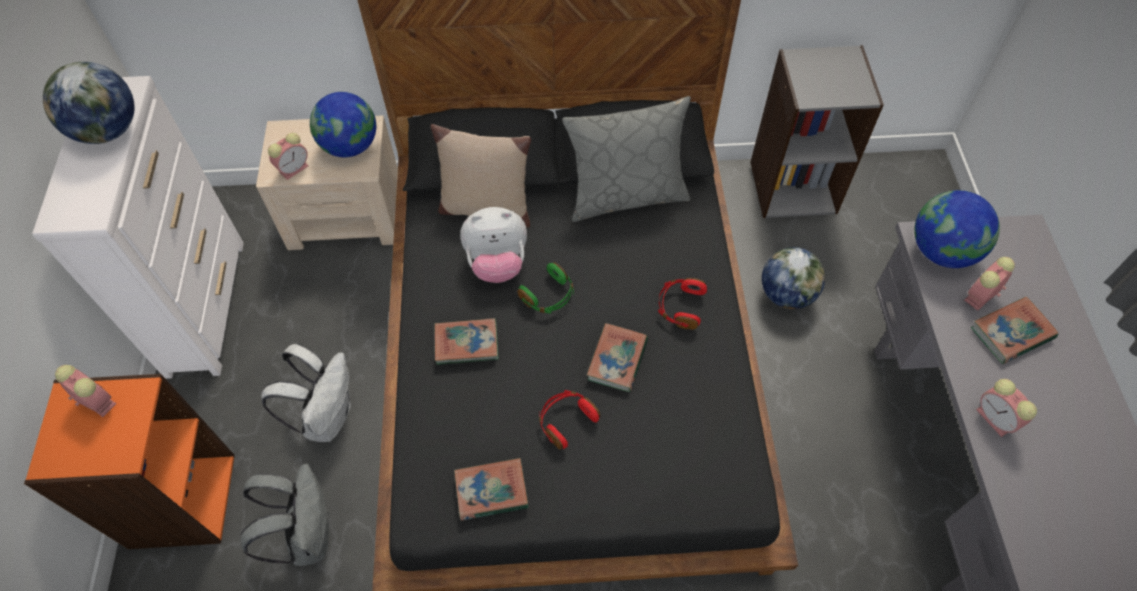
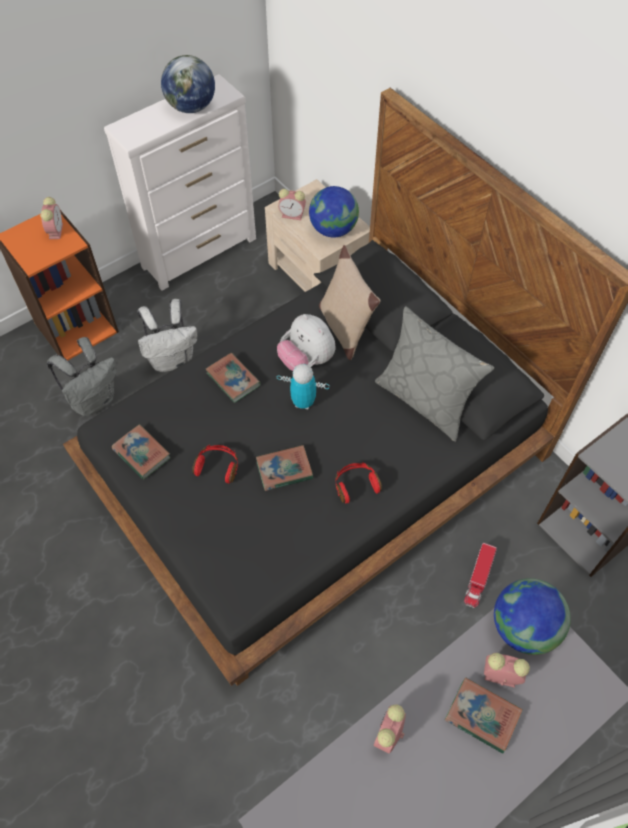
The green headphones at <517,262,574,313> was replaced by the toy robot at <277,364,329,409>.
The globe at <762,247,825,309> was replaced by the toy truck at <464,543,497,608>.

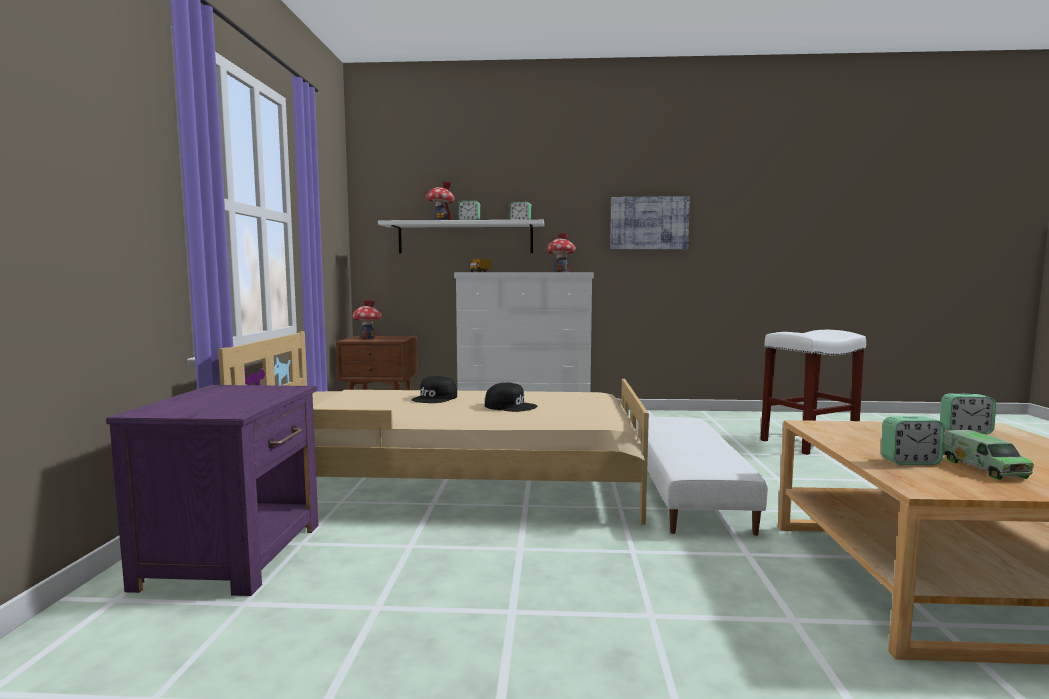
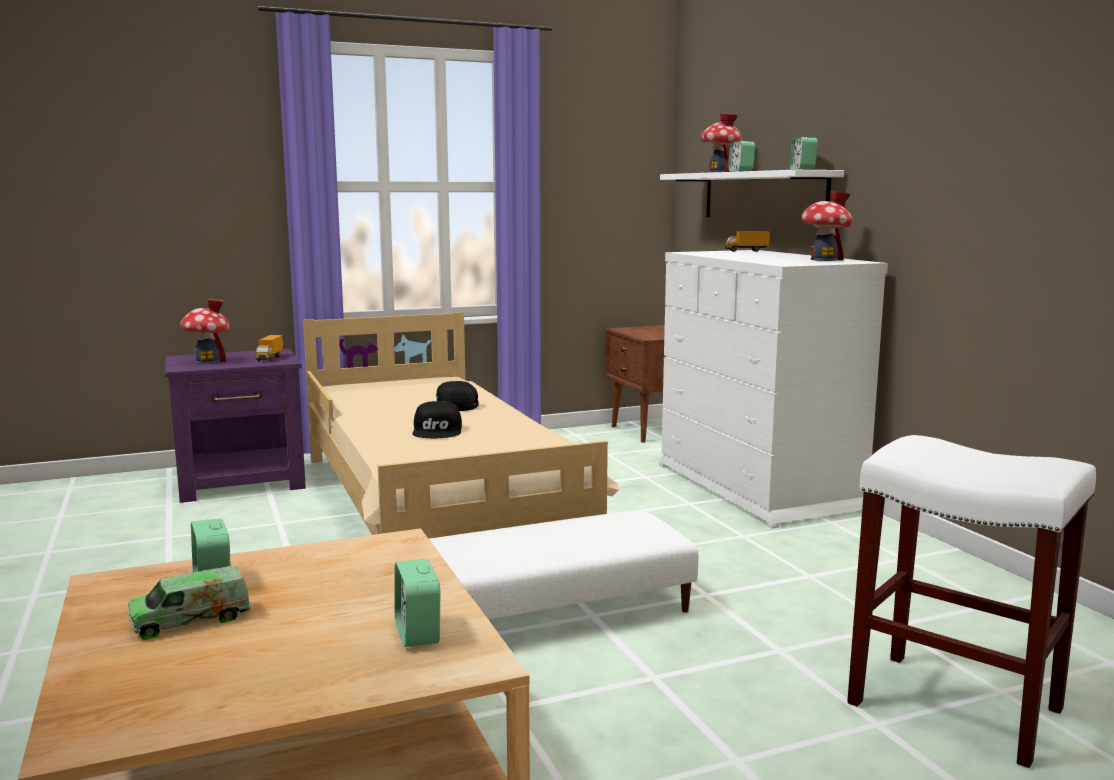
The toy house moved from <352,300,381,339> to <180,298,229,364>.
The picture at <610,196,690,249> disappeared.
The toy truck at <255,335,283,361> appeared.

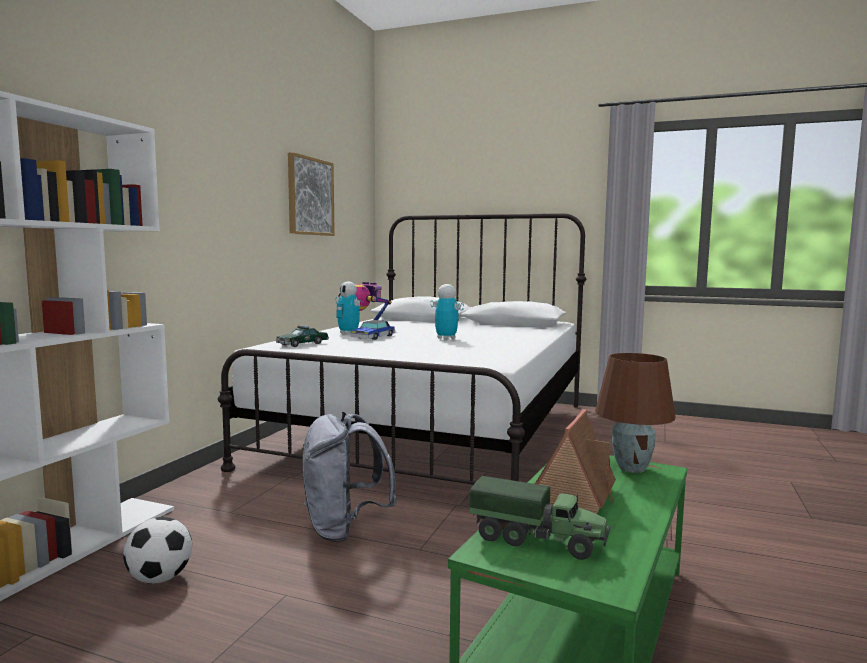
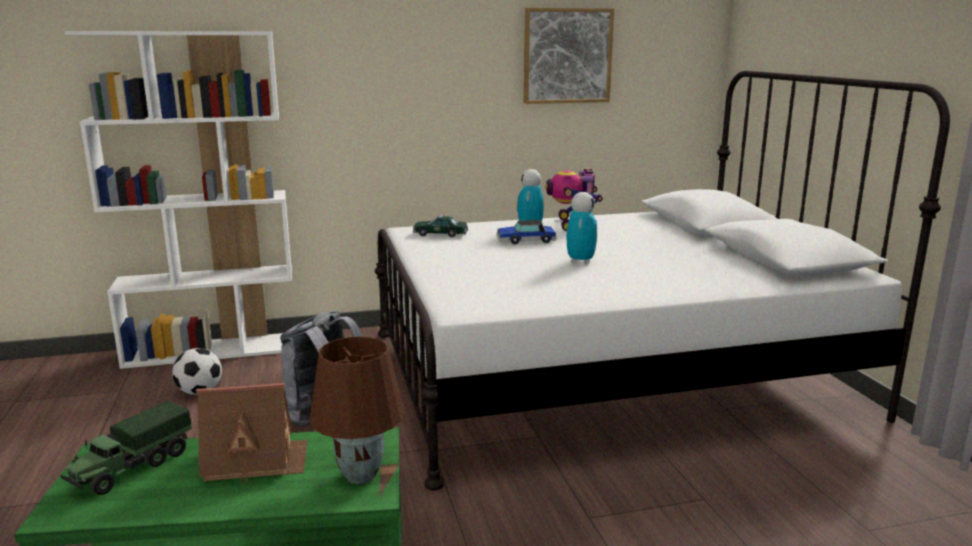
The toy truck at <470,476,610,560> turned 45 degrees clockwise.

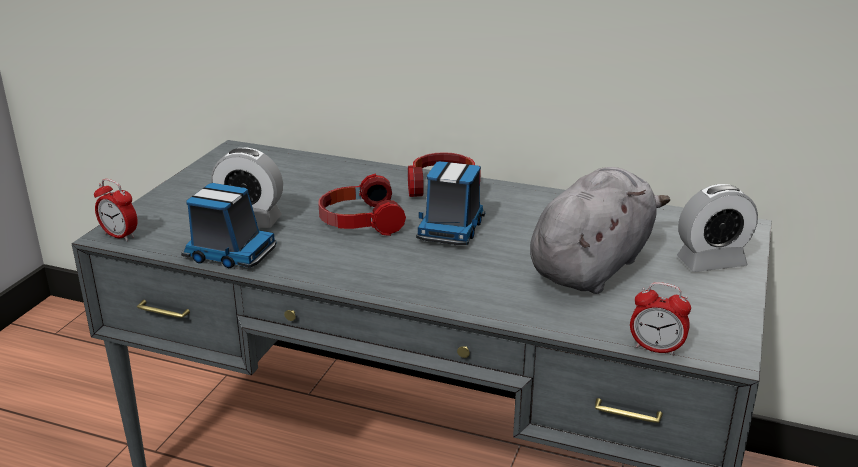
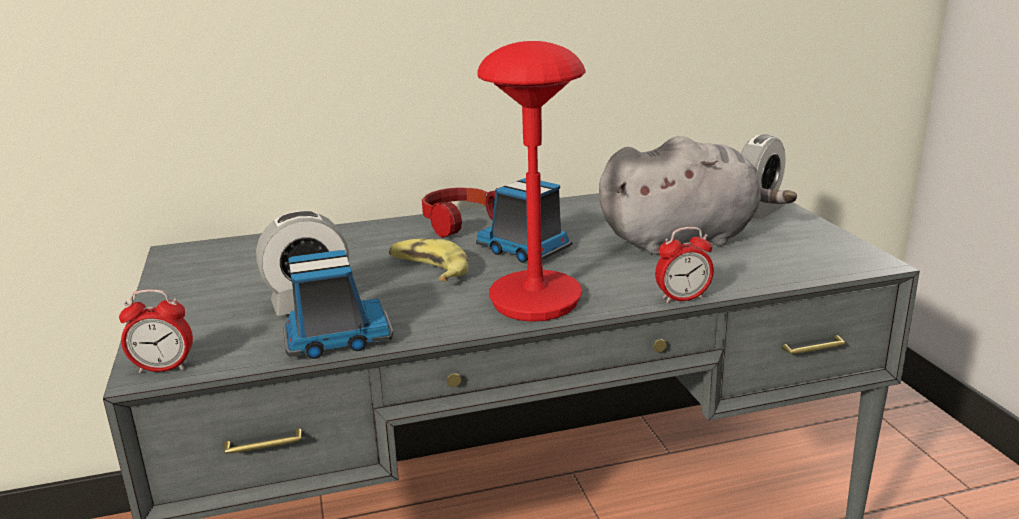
The headphones at <319,173,406,236> was replaced by the banana at <389,238,469,281>.
The toy truck at <416,161,485,245> turned 150 degrees clockwise.
The grey plush toy at <530,167,670,294> turned 75 degrees clockwise.
The alarm clock moved from <630,282,691,356> to <655,227,714,303>.
The red table lamp at <477,41,586,322> appeared.

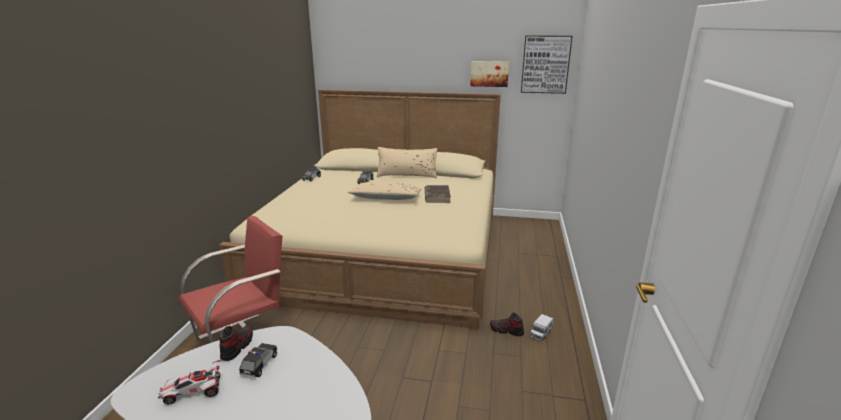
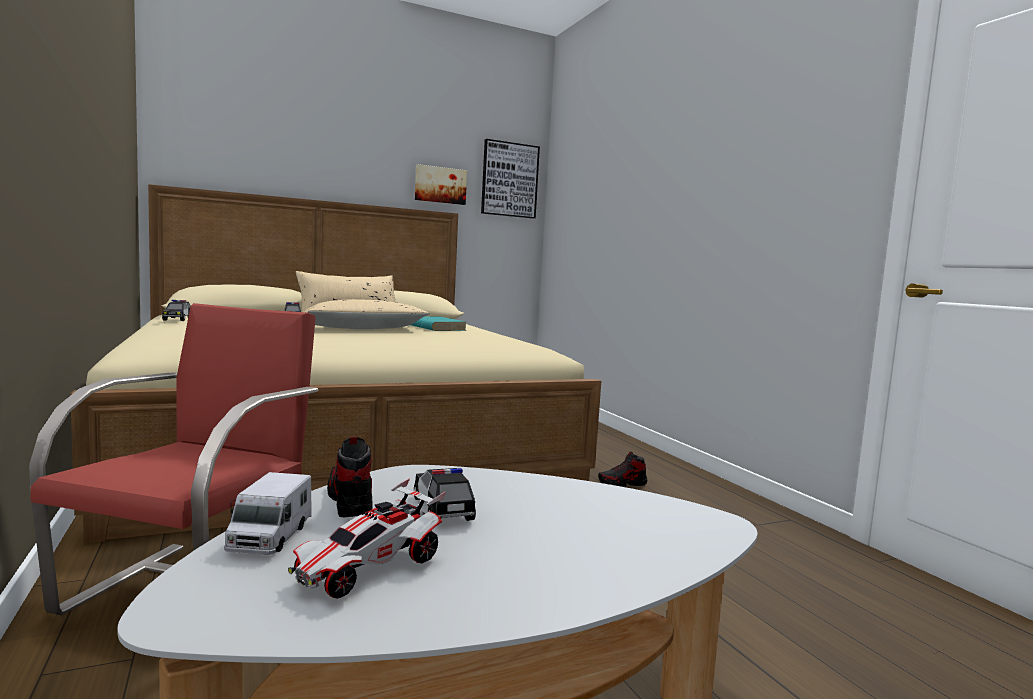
The brown book at <425,185,451,203> became the turquoise book at <411,317,467,331>.
The toy truck moved from <530,314,553,341> to <224,472,311,555>.

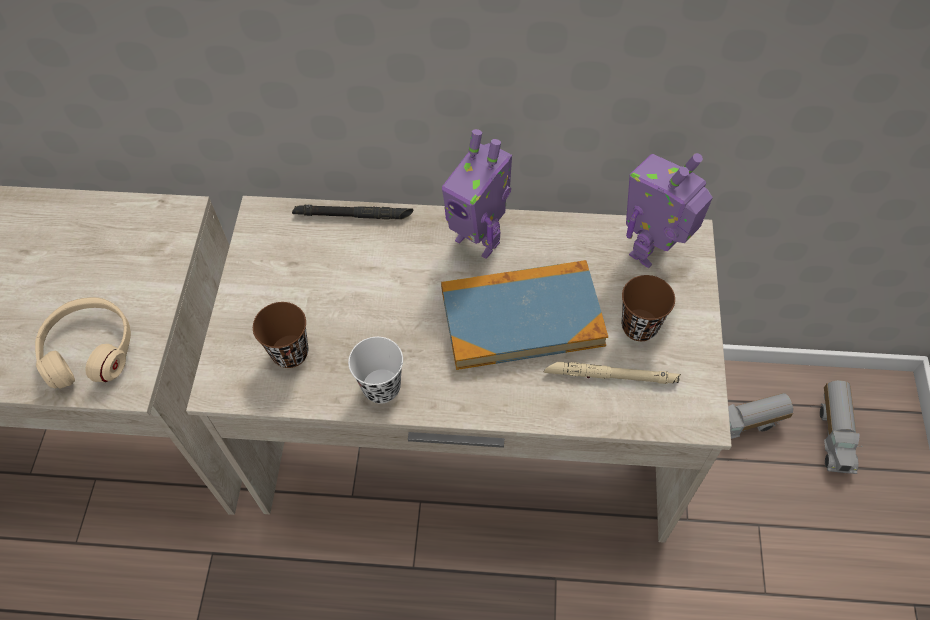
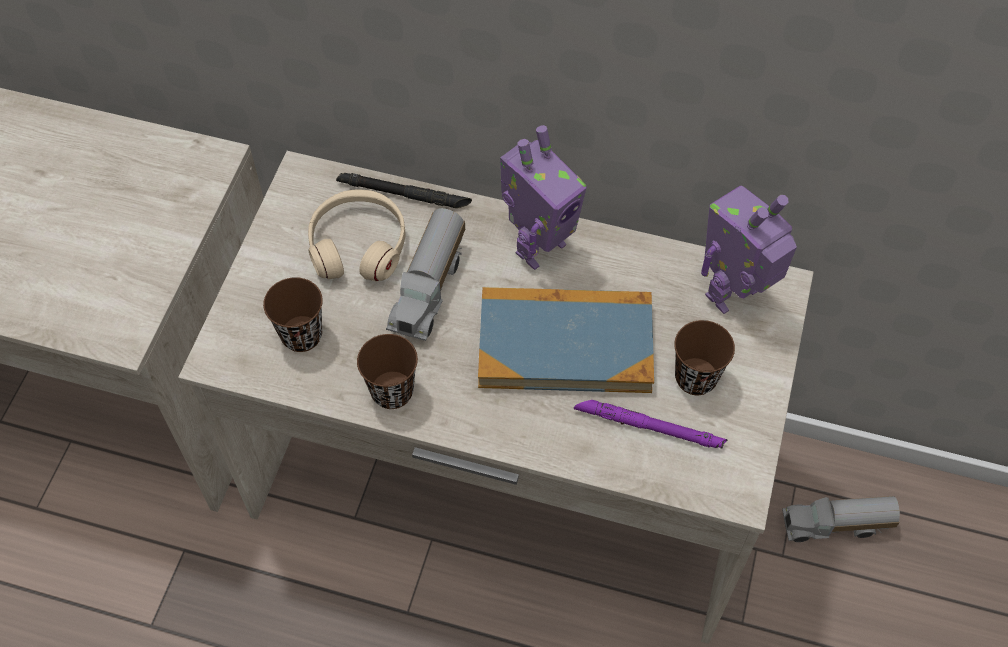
The beige headphones moved from <35,297,131,389> to <308,190,406,281>.
The white cup at <348,337,403,403> became the brown cup at <357,334,418,409>.
The toy robot at <442,129,512,259> turned 90 degrees counterclockwise.
The beige flashlight at <544,362,681,384> became the purple flashlight at <574,400,727,449>.
The toy truck moved from <820,380,863,474> to <386,208,465,341>.

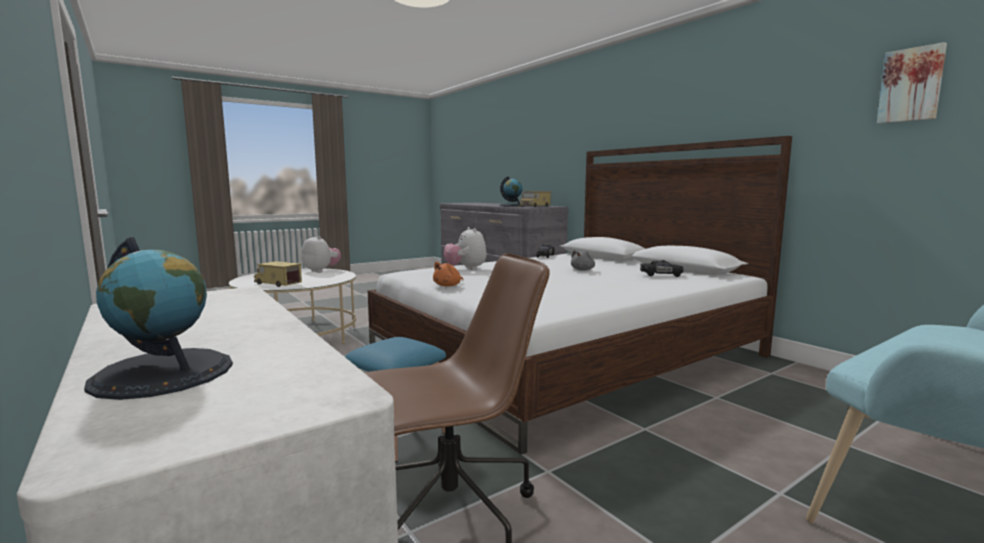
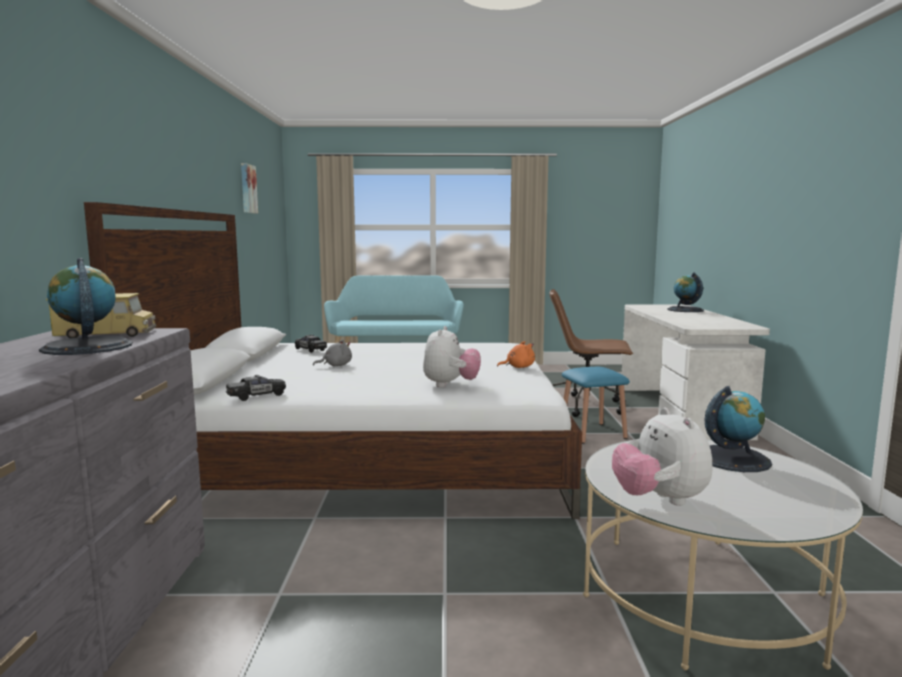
The toy truck at <254,261,302,287> was replaced by the globe at <704,386,772,472>.

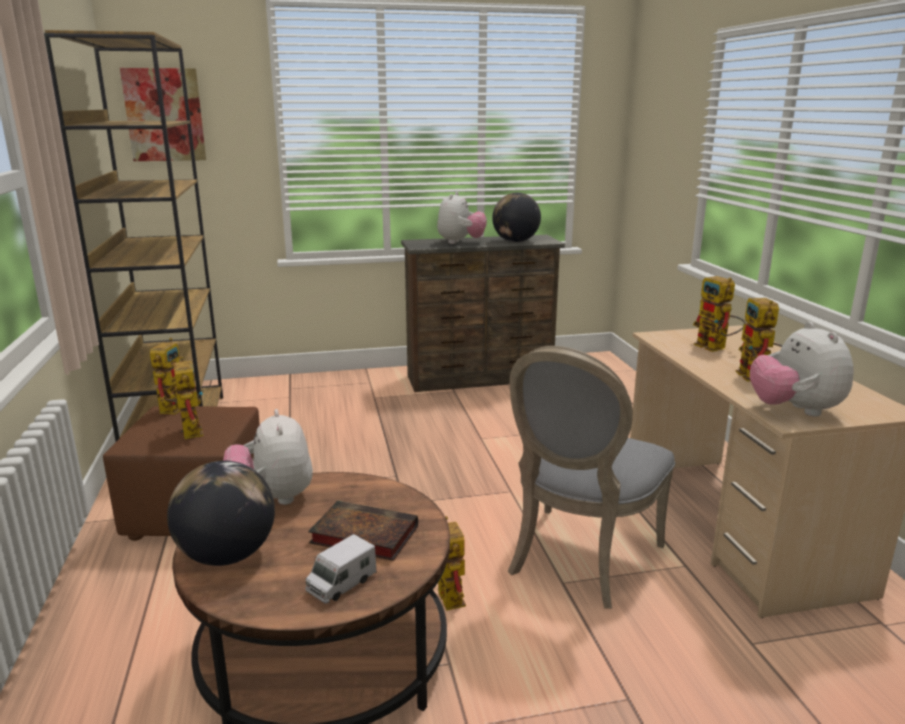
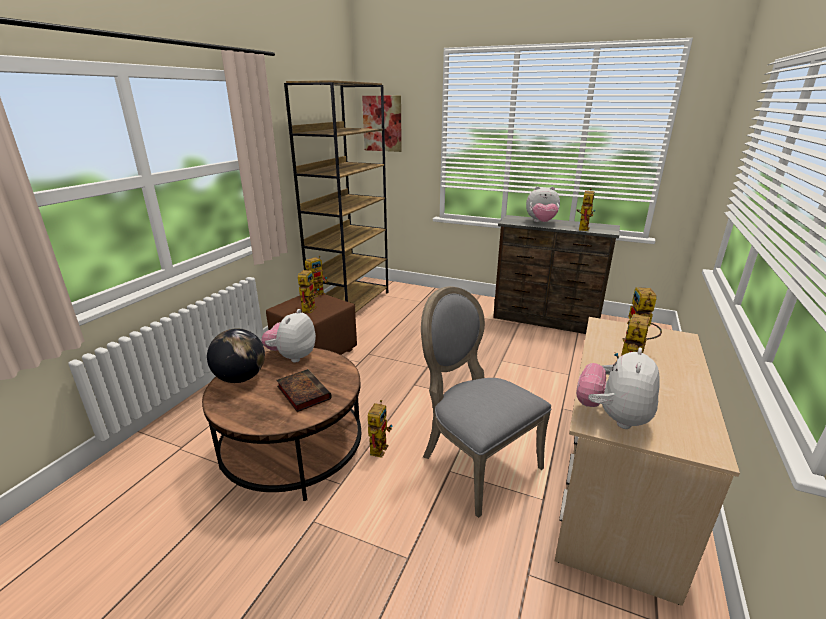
The toy truck at <306,534,377,603> disappeared.
The plush toy at <437,192,487,244> turned 45 degrees clockwise.
The globe at <492,193,541,242> was replaced by the toy robot at <577,188,595,231>.
The grey chair at <508,346,675,609> turned 75 degrees clockwise.

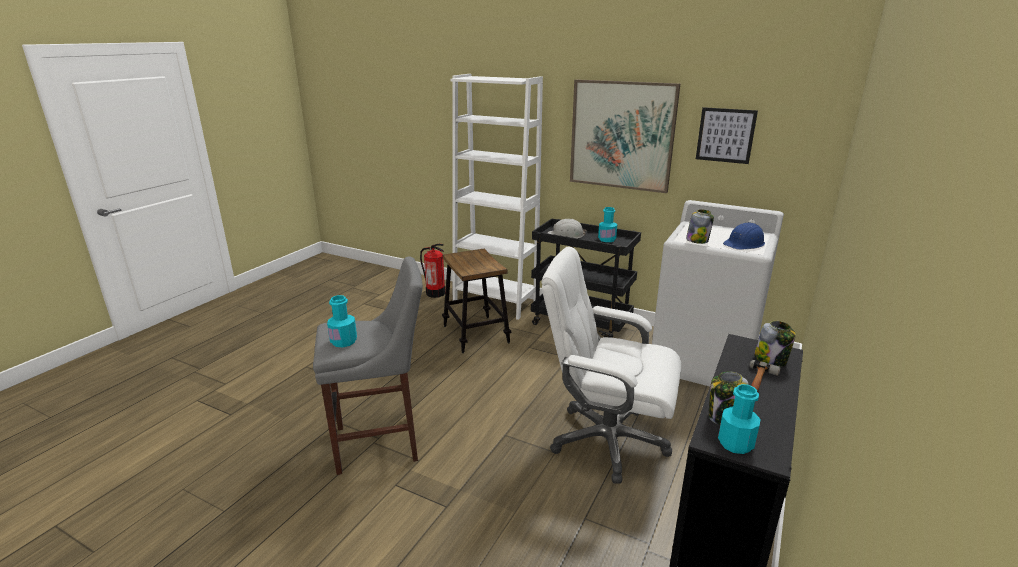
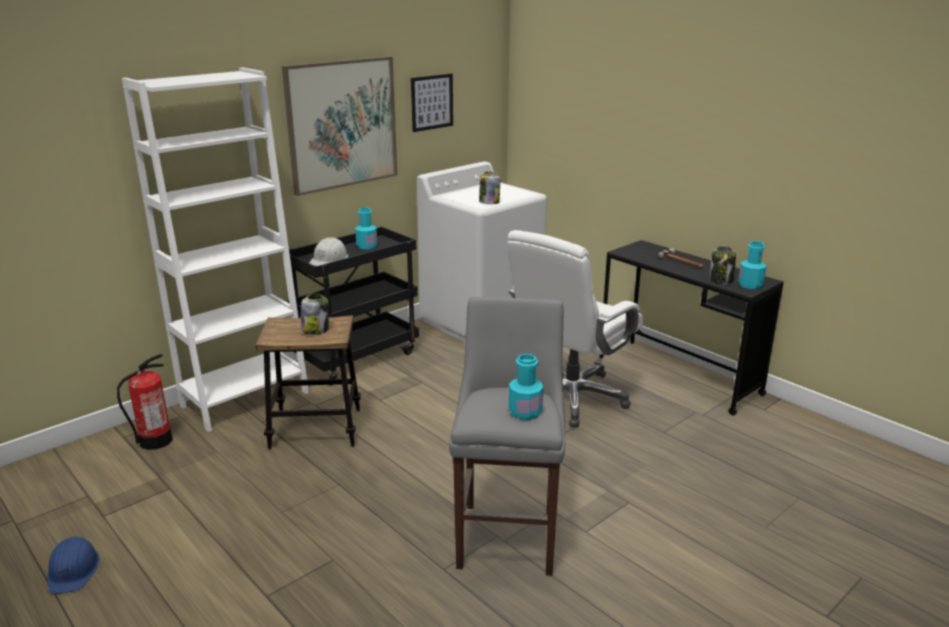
The blue hard hat moved from <723,222,765,250> to <47,537,100,594>.
The jar moved from <754,321,796,367> to <301,293,329,335>.

